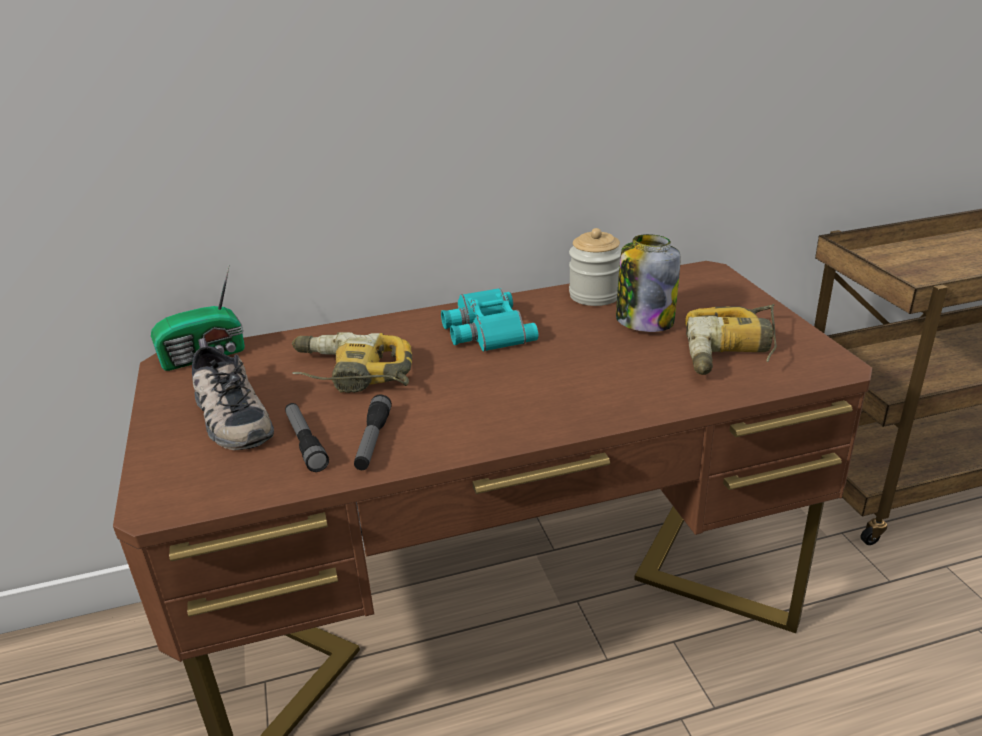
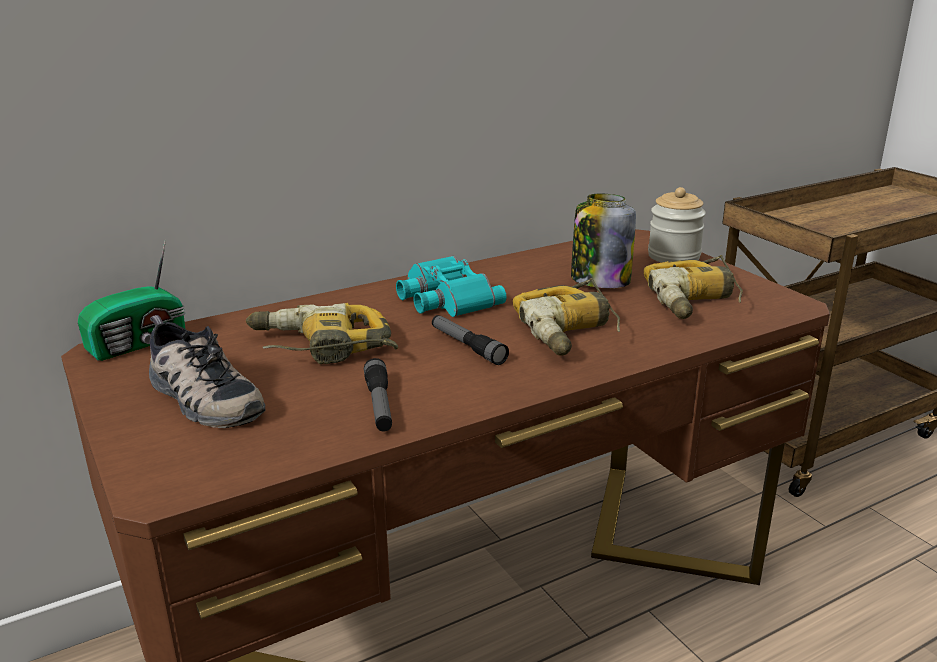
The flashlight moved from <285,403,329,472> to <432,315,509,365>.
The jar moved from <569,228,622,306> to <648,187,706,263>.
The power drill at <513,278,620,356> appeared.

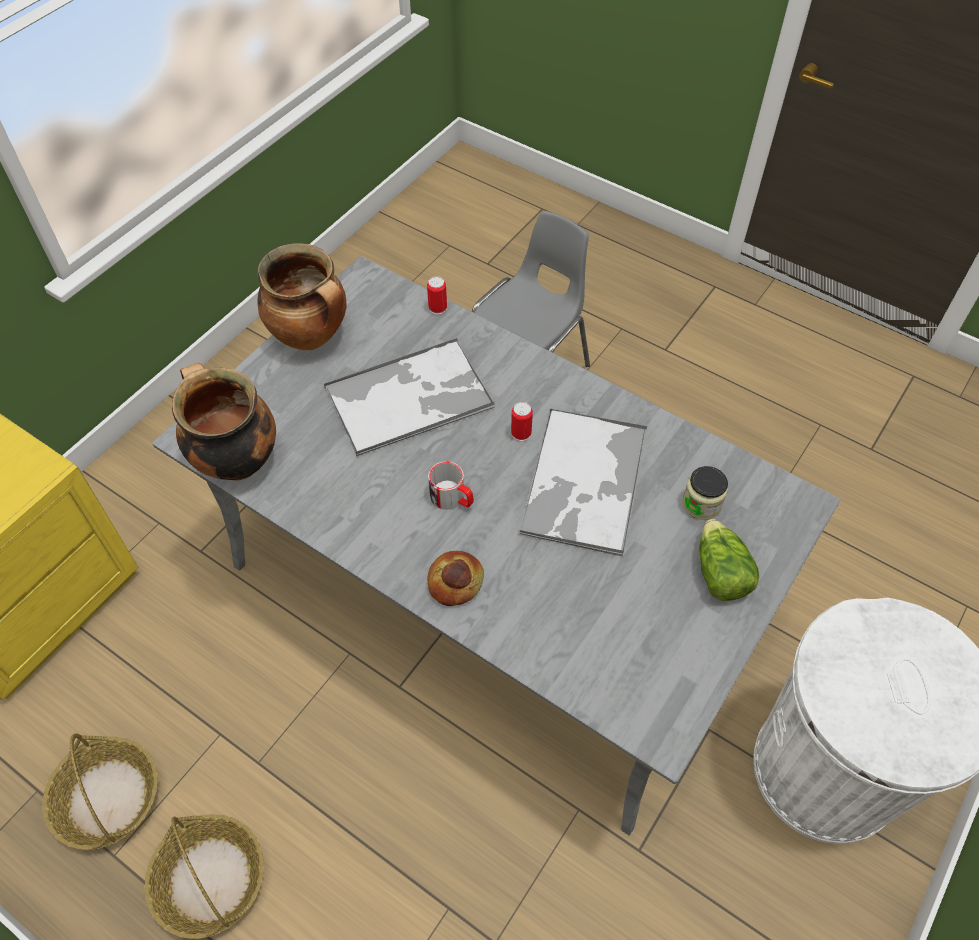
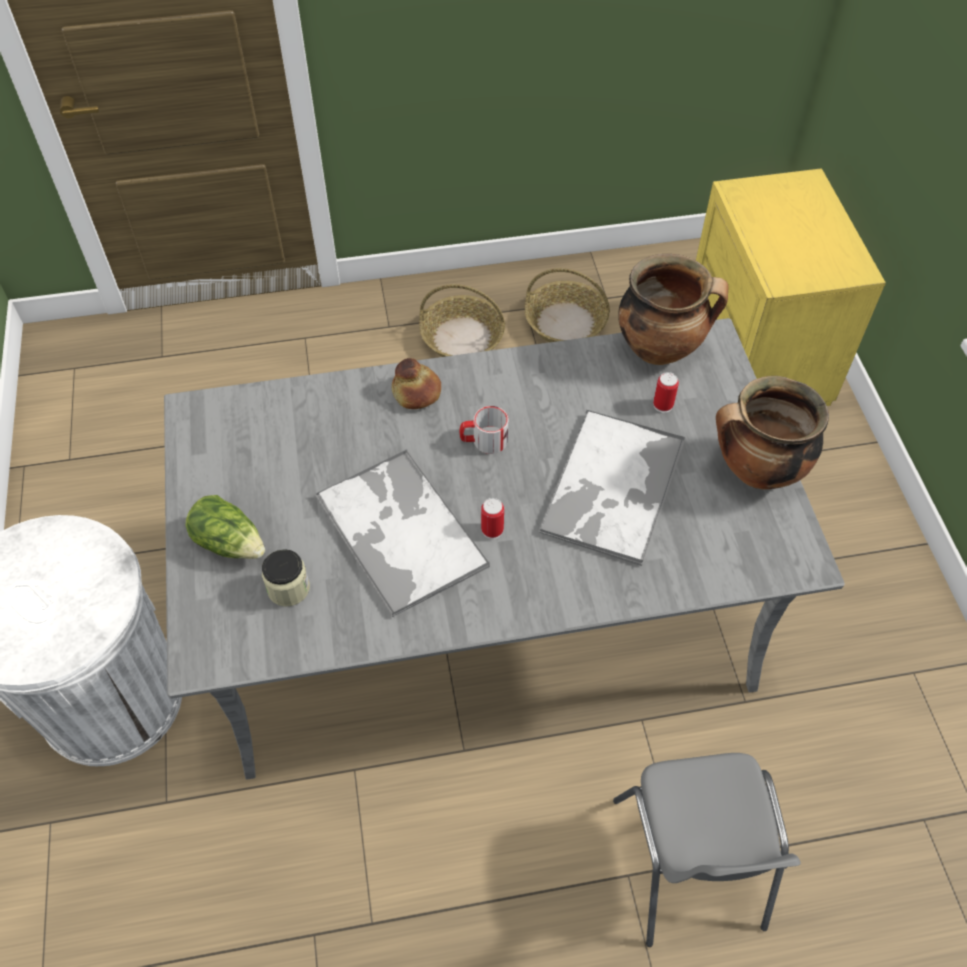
The can moved from <427,276,447,315> to <653,372,679,413>.

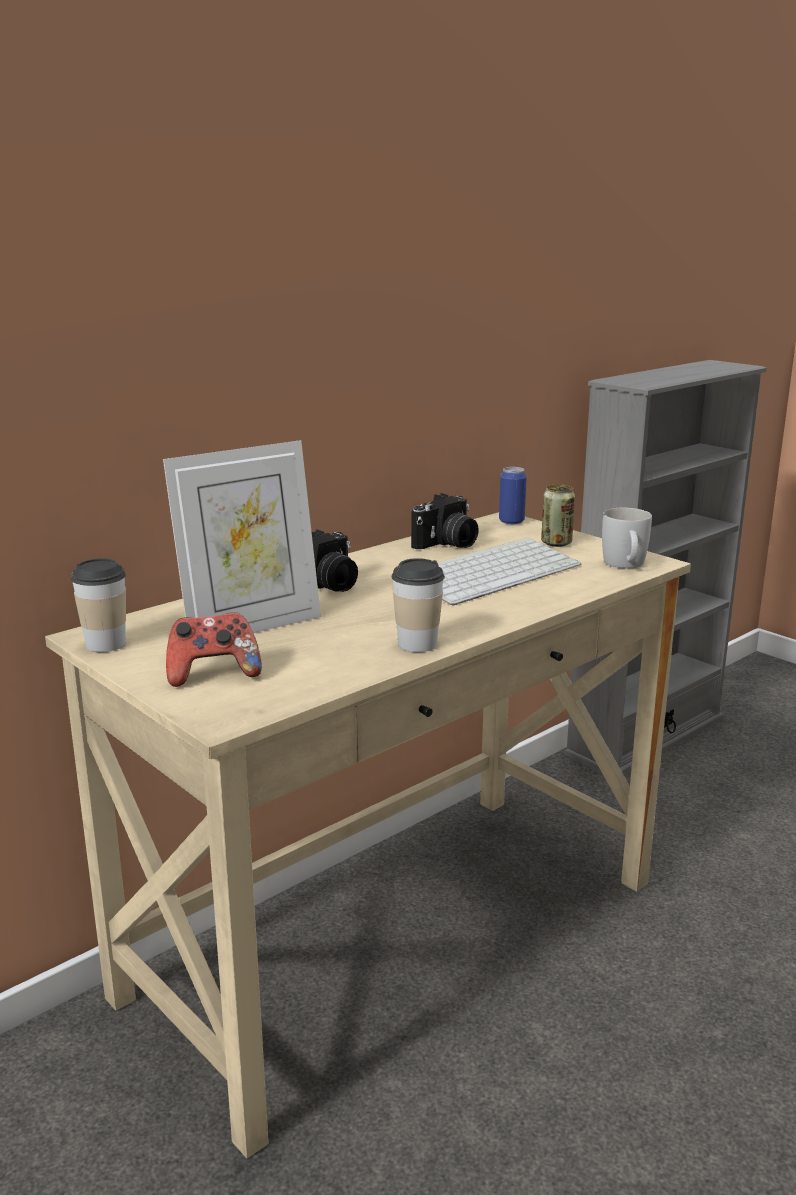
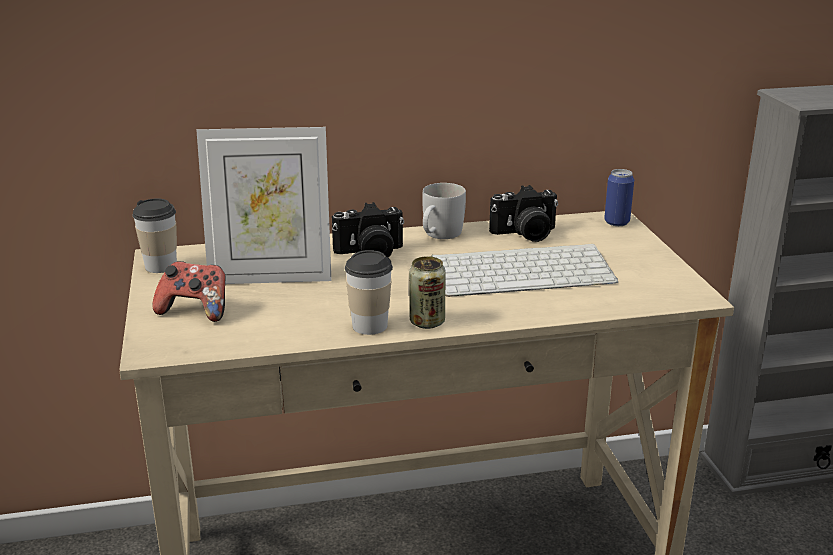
The can moved from <541,484,575,547> to <409,256,446,329>.
The white mug moved from <602,508,652,569> to <422,183,466,239>.

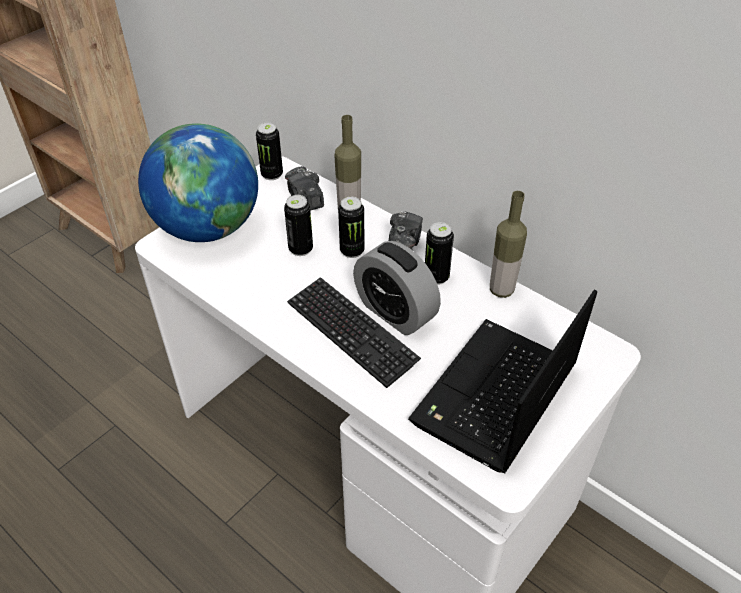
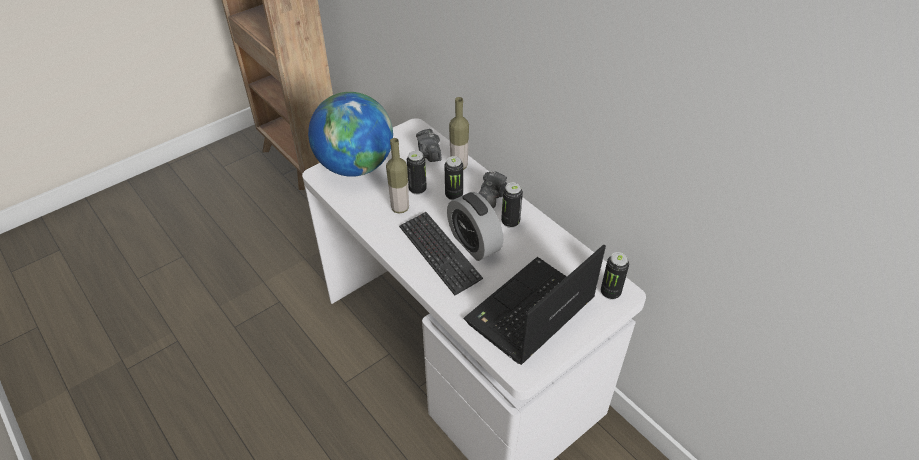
The can moved from <256,123,283,180> to <601,252,629,300>.
The bottle moved from <490,191,527,298> to <386,138,409,214>.

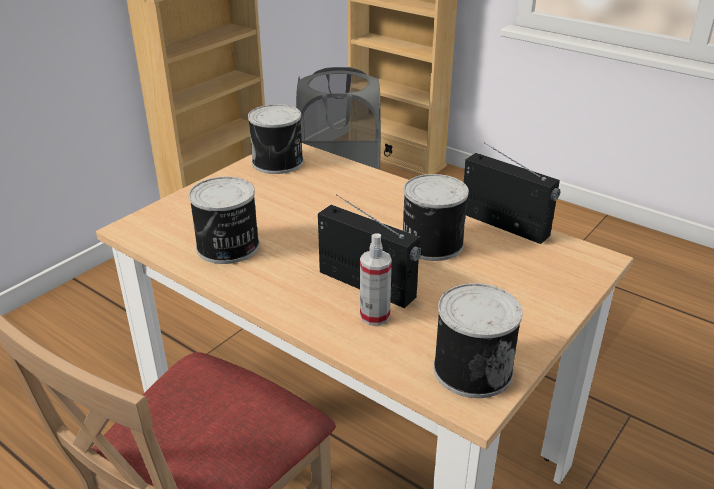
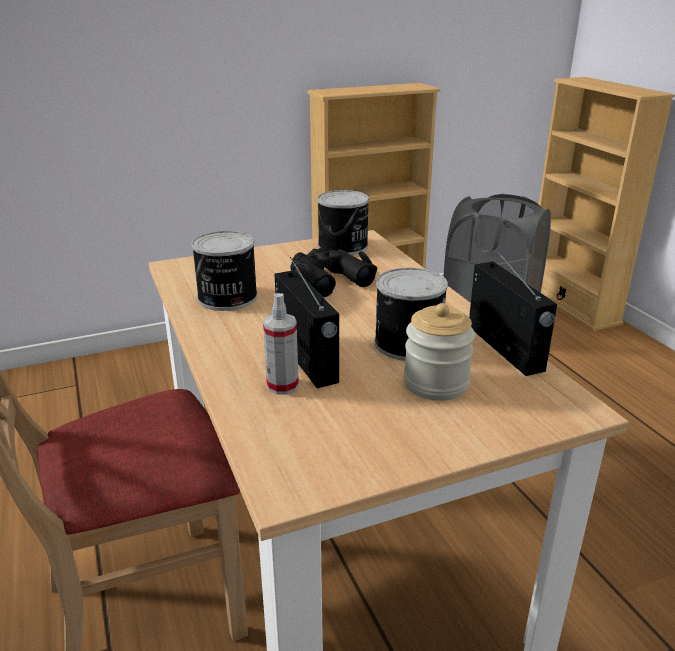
The can at <433,283,523,398> disappeared.
The black binoculars at <290,248,378,297> appeared.
The jar at <404,303,475,401> appeared.

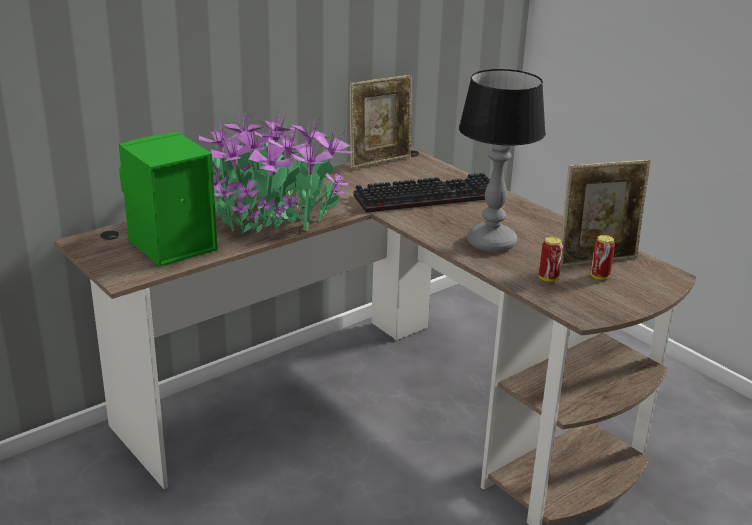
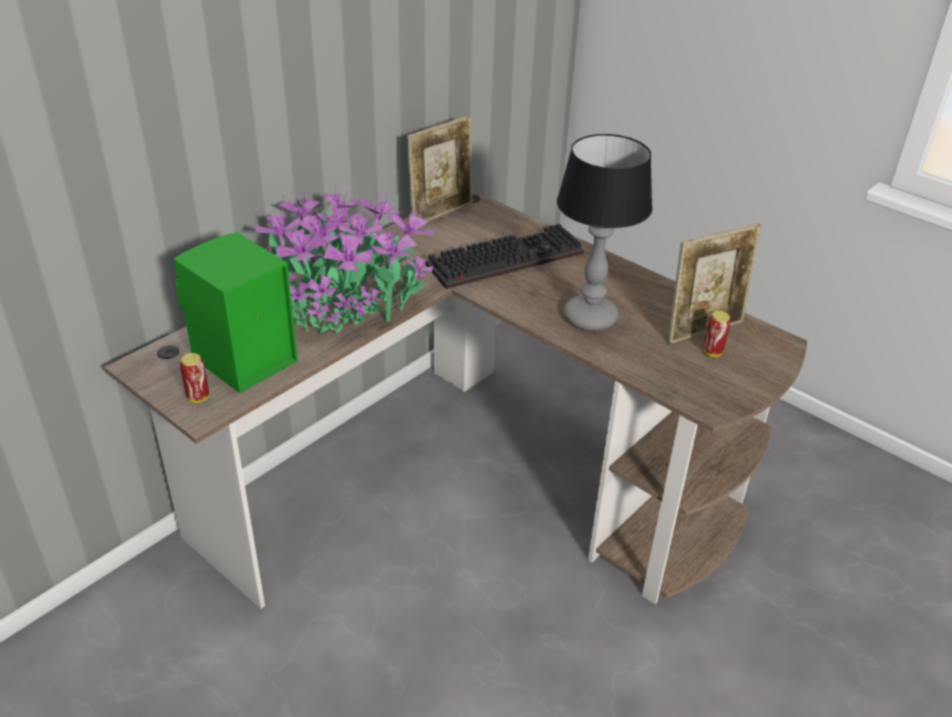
The can moved from <539,237,563,282> to <180,353,209,403>.

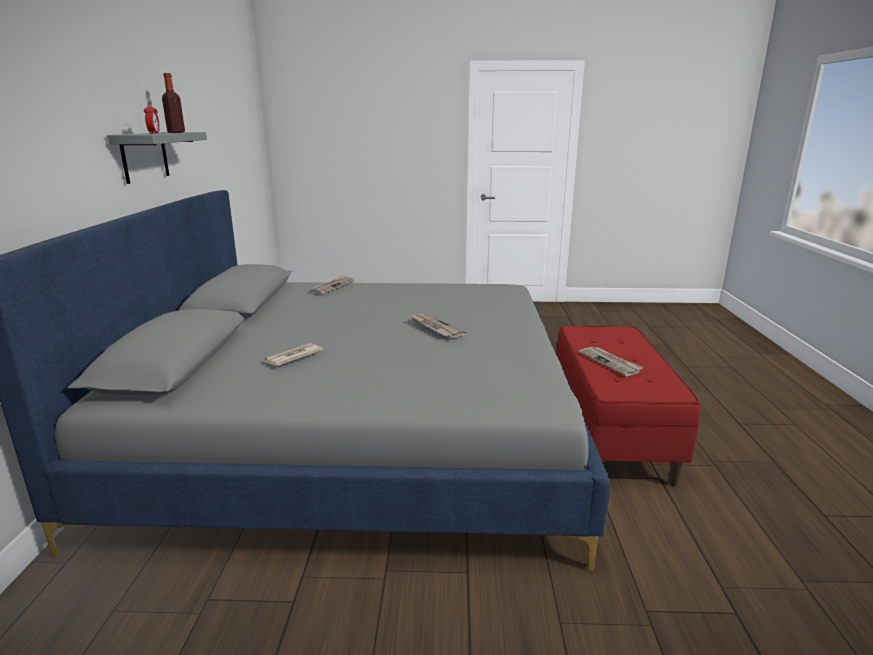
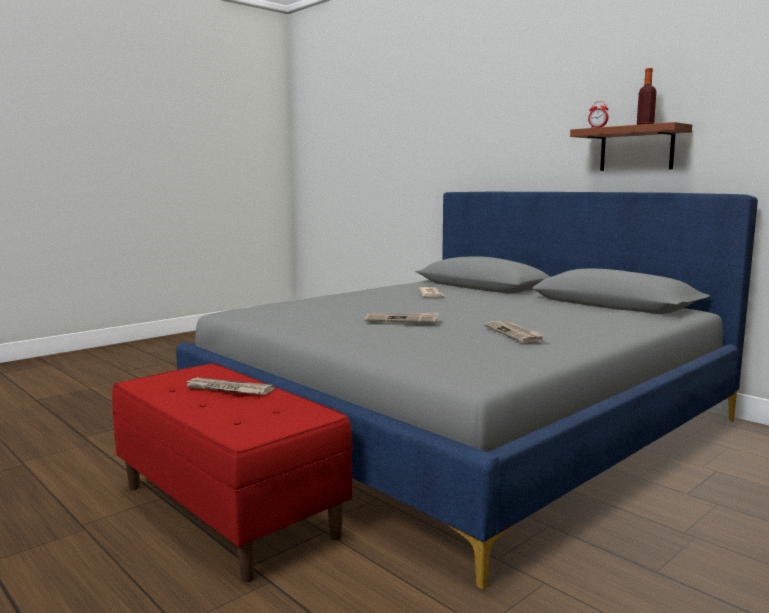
The grey shelf at <107,132,207,184> became the brown shelf at <570,122,692,171>.
The newspaper moved from <310,275,355,295> to <484,321,545,343>.

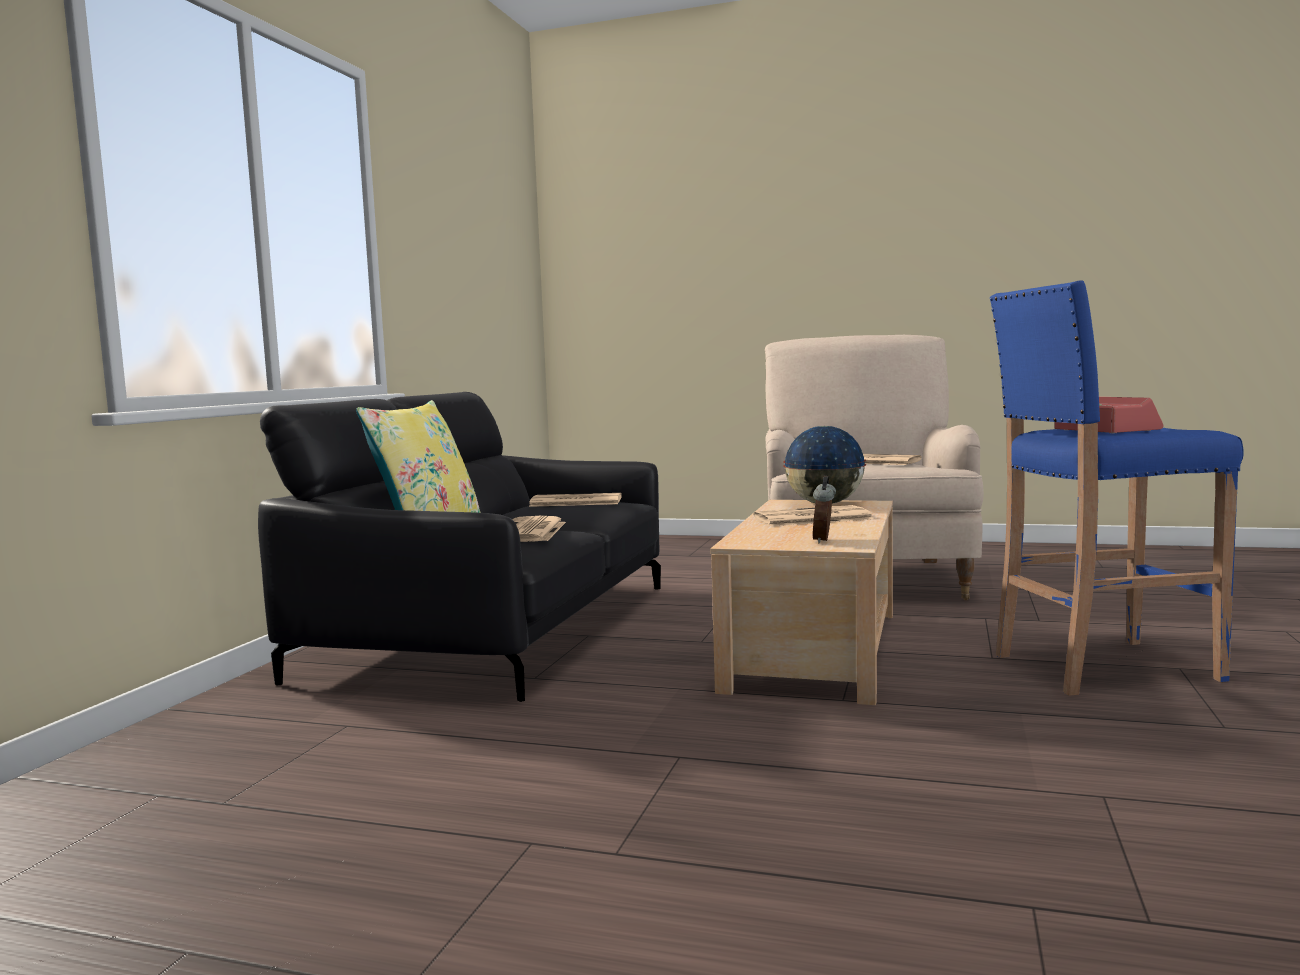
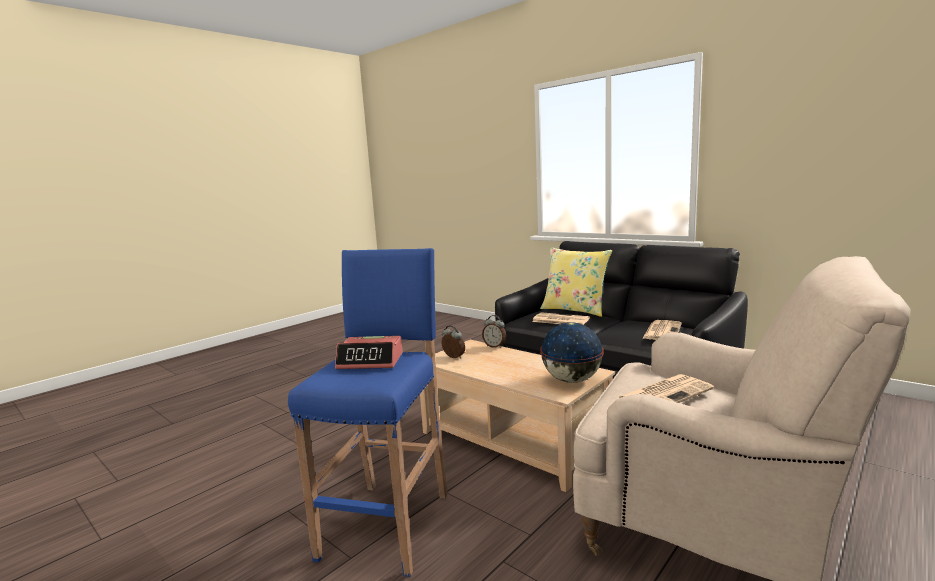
The newspaper at <754,505,873,526> disappeared.
The alarm clock at <482,315,506,348> appeared.

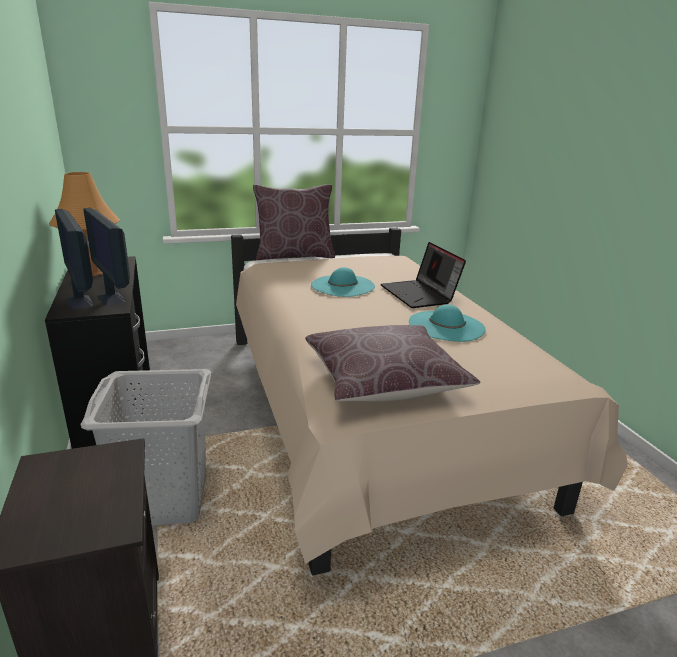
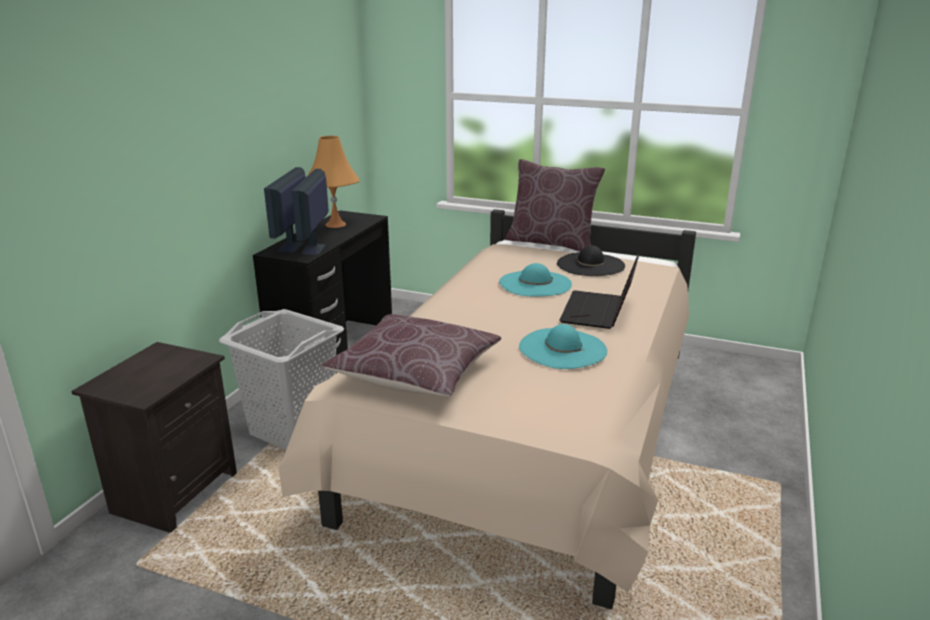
The black hat at <557,245,625,276> appeared.

